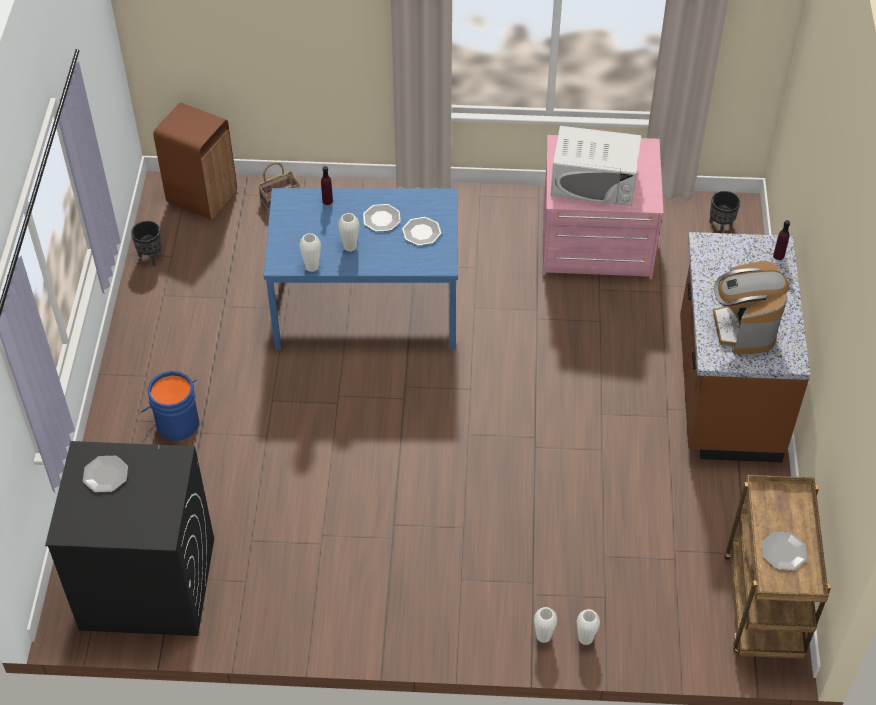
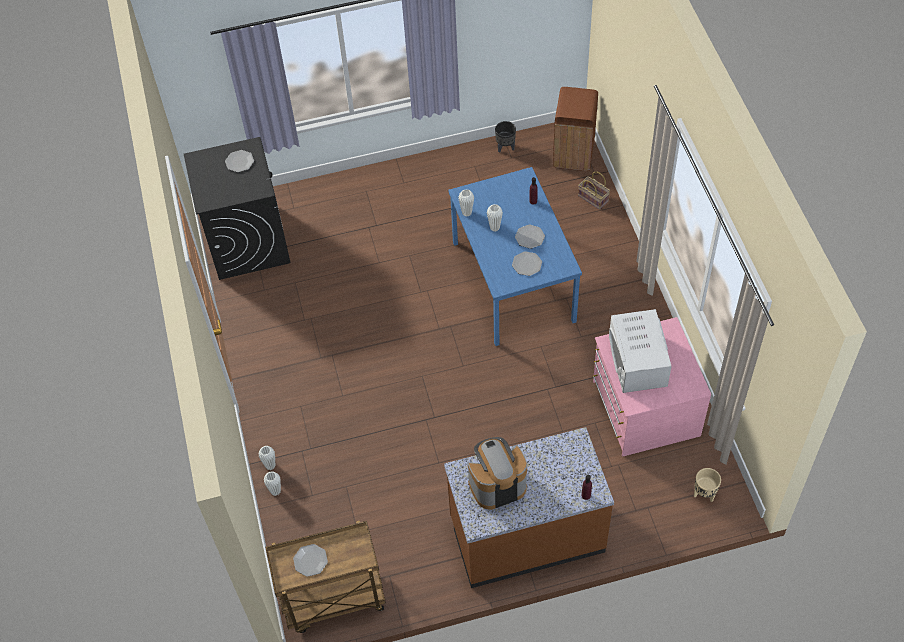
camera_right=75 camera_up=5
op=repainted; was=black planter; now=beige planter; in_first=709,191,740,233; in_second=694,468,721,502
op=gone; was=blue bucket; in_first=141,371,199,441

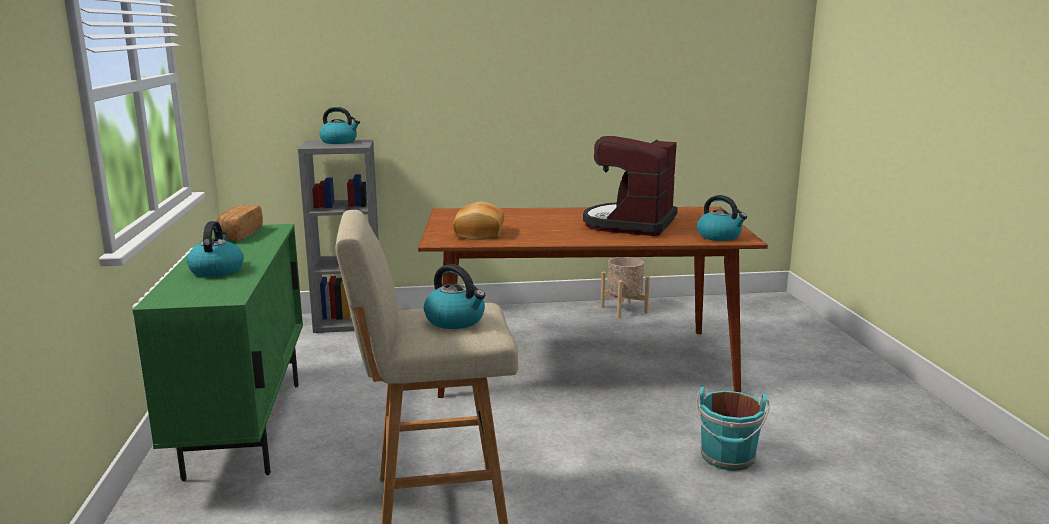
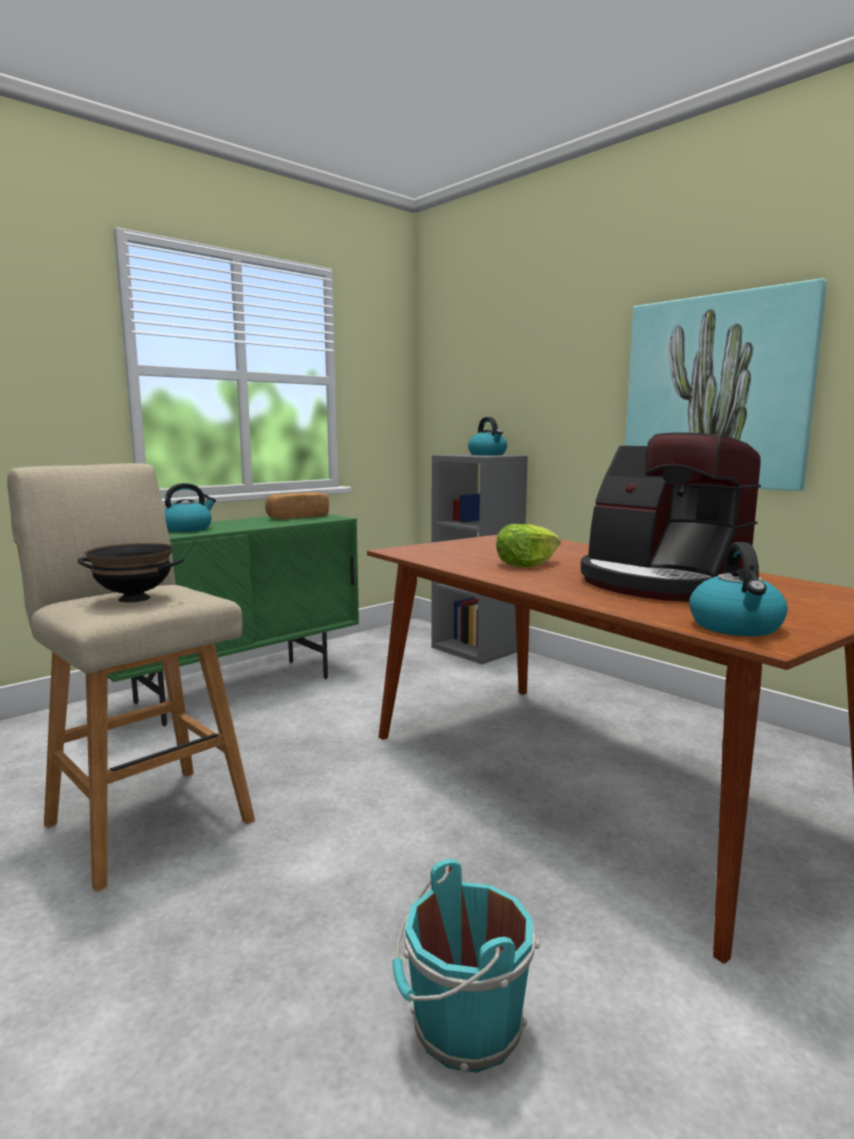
camera_right=55 camera_up=-5
op=rotated; was=coffee machine; in_first=583,136,678,236; in_second=580,432,761,602; clockwise=-120
op=gone; was=bread; in_first=453,202,504,240
op=gone; was=beige planter; in_first=601,257,650,318
op=swapped; was=kettle; now=black bowl; in_first=424,264,485,329; in_second=78,543,184,602
op=new; now=picture; in_second=625,278,827,491
op=new; now=lettuce; in_second=496,524,561,567

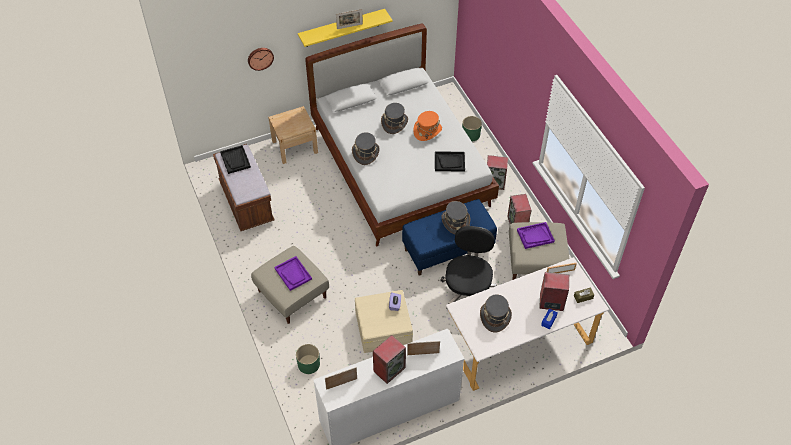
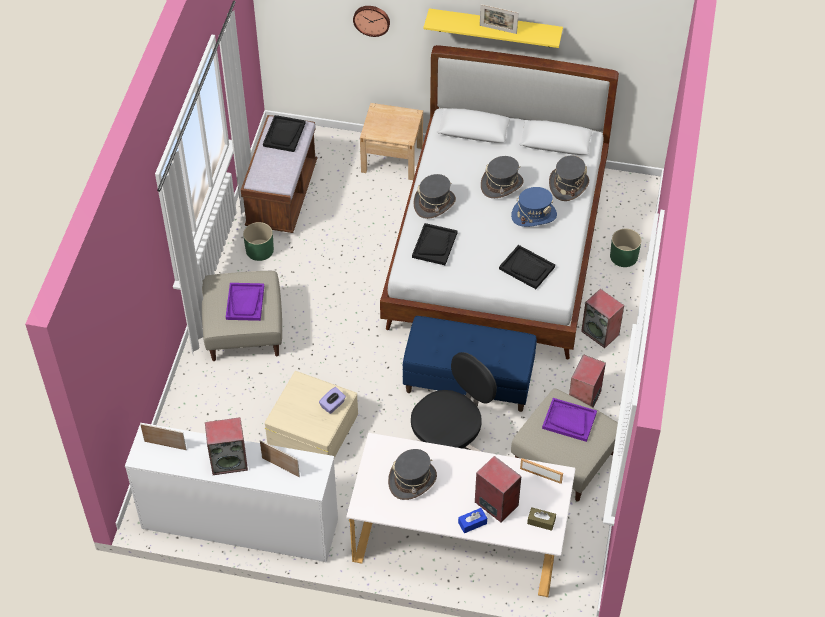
camera_right=35 camera_up=0
op=repainted; was=orange hat; now=blue hat; in_first=413,111,442,141; in_second=511,187,557,227
op=shifted; was=grey hat; in_first=441,201,470,234; in_second=549,155,589,201
op=shifted; was=green planter; in_first=296,344,320,374; in_second=243,222,274,261
op=new; now=black tray; in_second=412,223,457,265

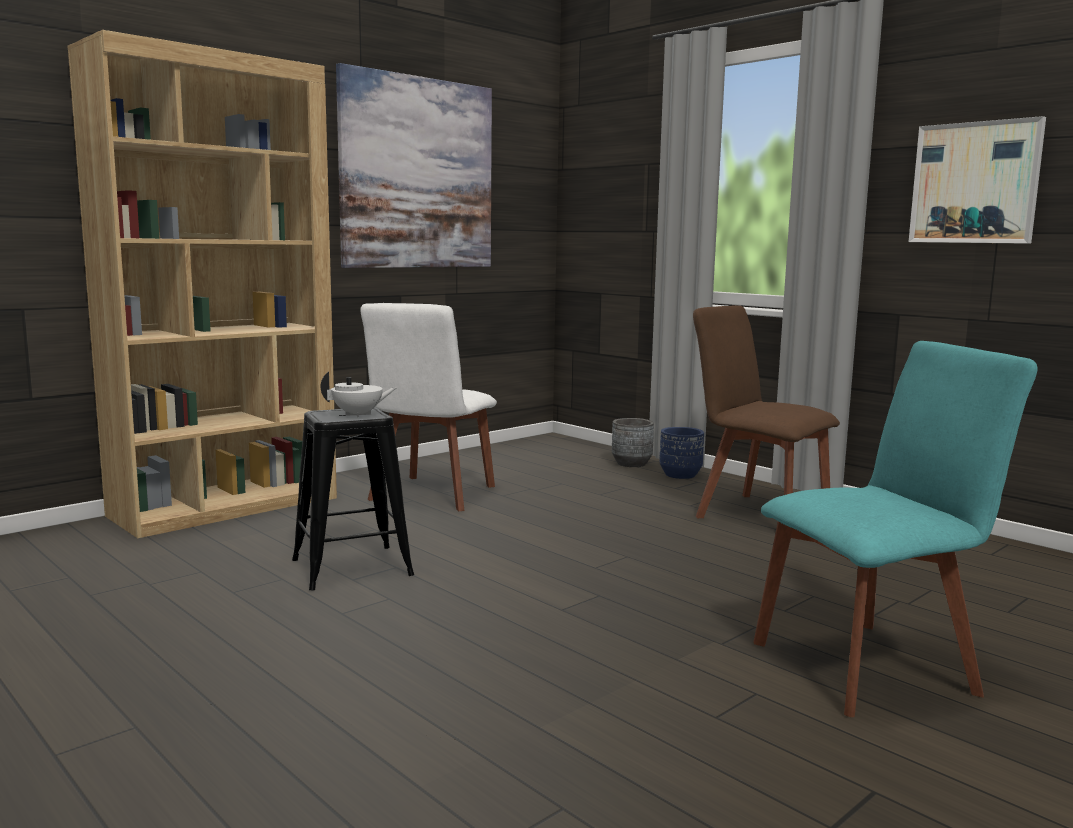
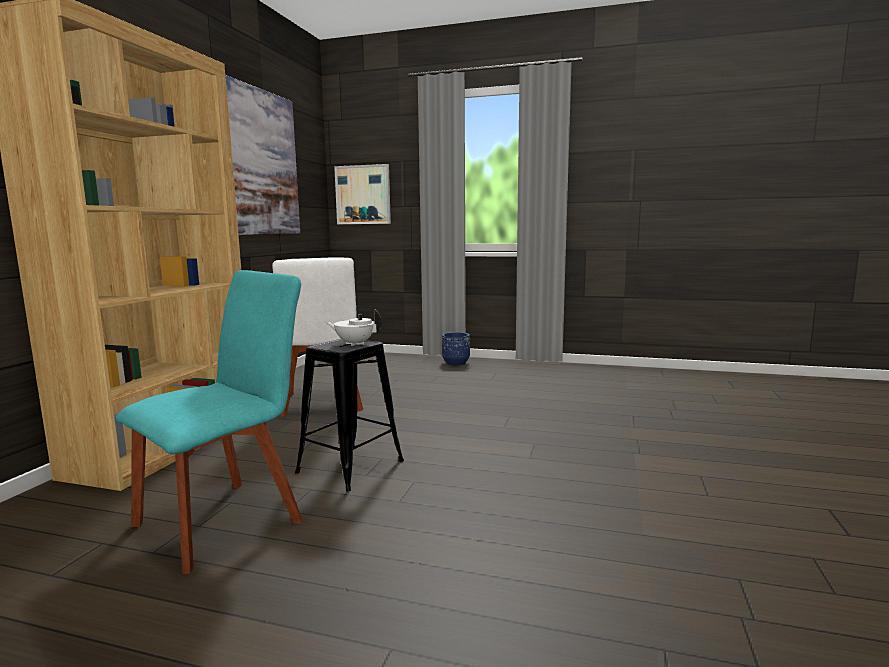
camera_right=-30 camera_up=0
op=shifted; was=picture; in_first=909,116,1046,244; in_second=334,164,391,224
op=gone; was=brown chair; in_first=693,305,840,518
op=shifted; was=turquoise chair; in_first=753,341,1038,717; in_second=116,270,303,574
op=rotated; was=white teapot; in_first=321,371,396,418; in_second=326,309,382,346; clockwise=-120
op=gone; was=grey planter; in_first=612,418,654,467

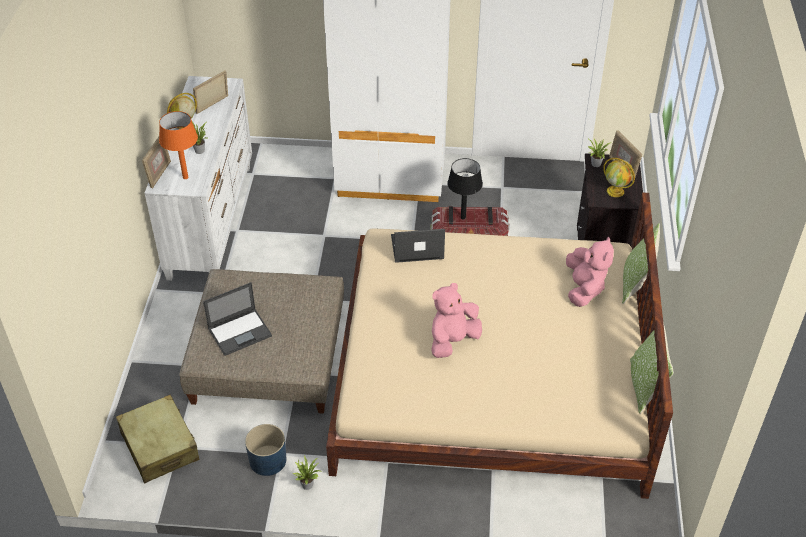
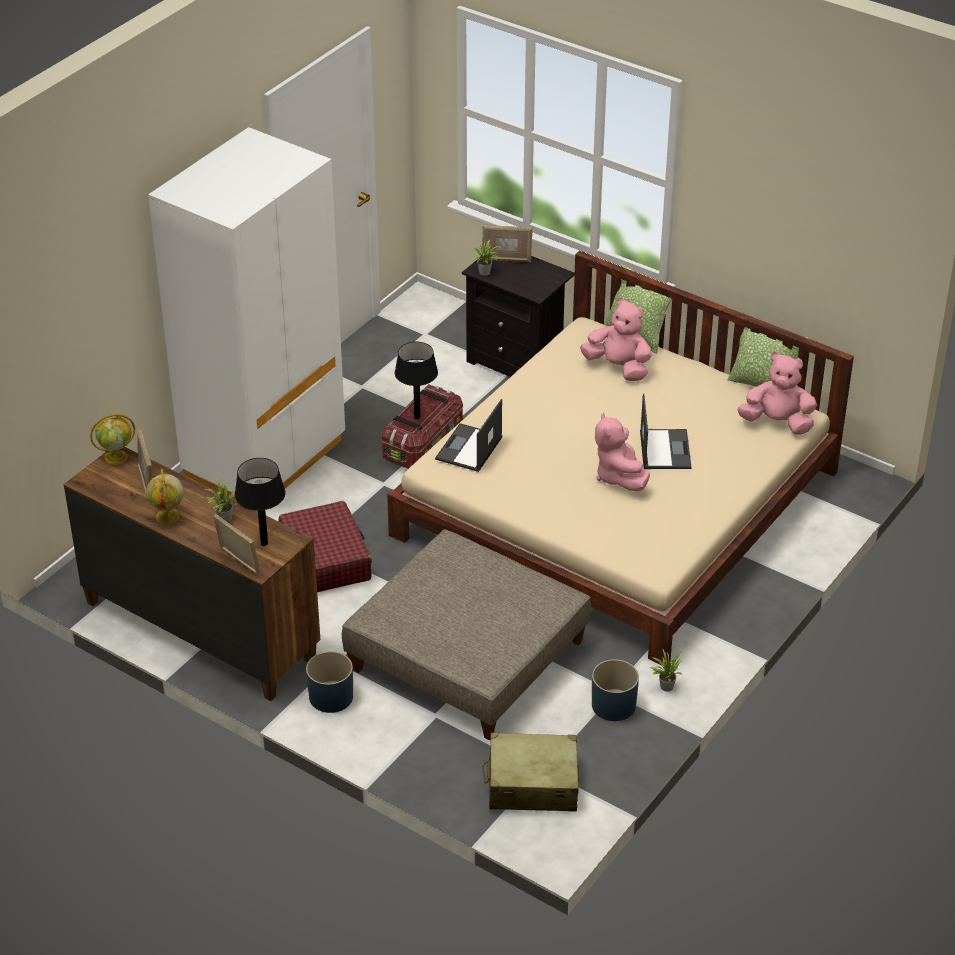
camera_right=-60 camera_up=-5
op=repainted; was=white dresser; now=brown dresser; in_first=144,76,252,281; in_second=64,447,320,701
op=repainted; was=orange table lamp; now=black table lamp; in_first=159,111,198,179; in_second=235,458,286,546
op=shifted; was=globe; in_first=603,158,635,197; in_second=90,413,135,465
op=shifted; was=laptop; in_first=203,282,272,356; in_second=640,394,691,469
op=new; now=pink plush toy; in_second=737,352,817,435
op=new; now=red suitcase; in_second=279,501,372,592
op=new; now=blue planter; in_second=306,651,353,713

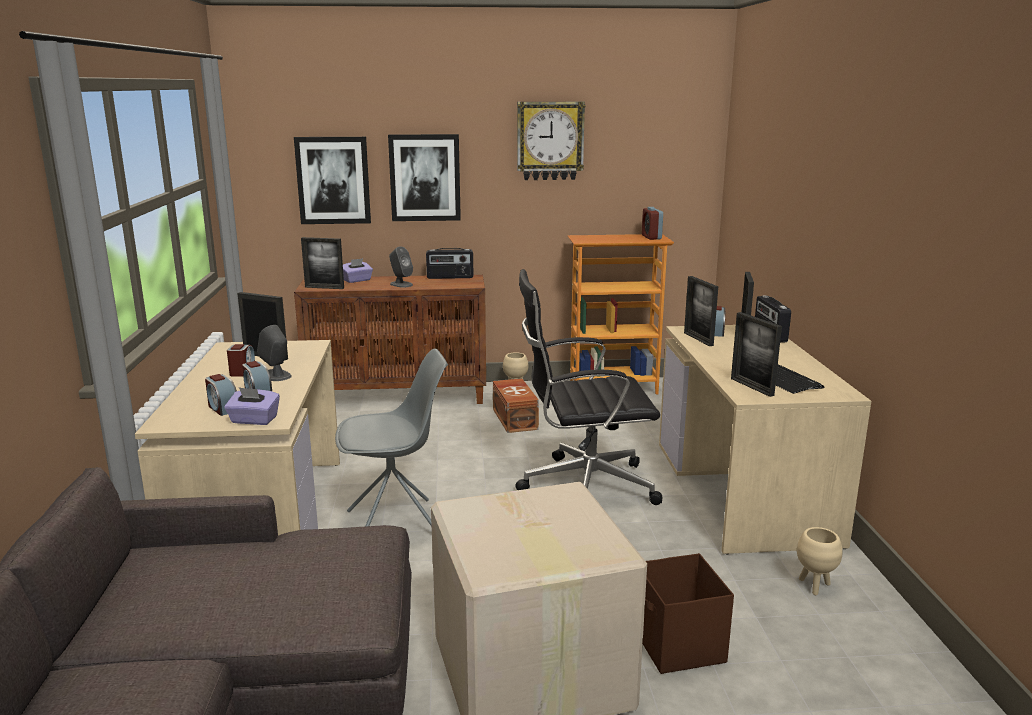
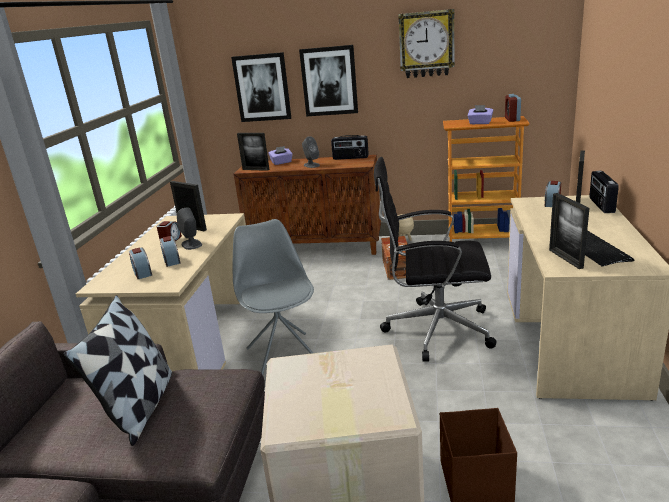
camera_right=15 camera_up=5
op=gone; was=picture frame; in_first=684,276,718,346
op=rotated; was=grey chair; in_first=335,349,448,527; in_second=233,219,314,375; clockwise=-105
op=shifted; was=purple tissue box; in_first=224,387,280,425; in_second=467,105,493,124
op=gone; was=beige planter; in_first=797,527,842,595
op=new; now=pillow; in_second=64,295,172,446

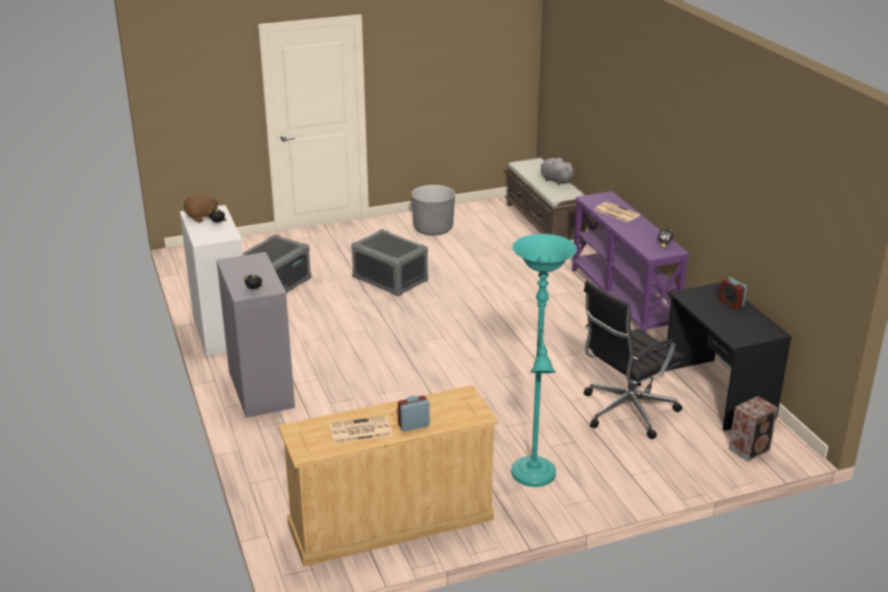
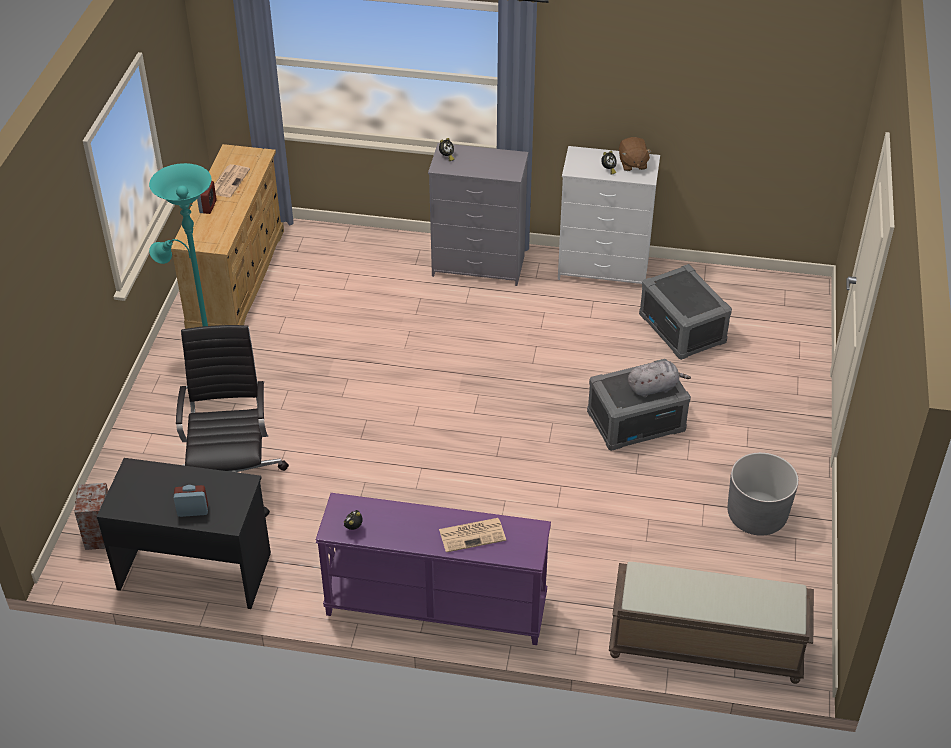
camera_right=120 camera_up=15
op=shifted; was=grey plush toy; in_first=540,158,576,185; in_second=628,361,691,398

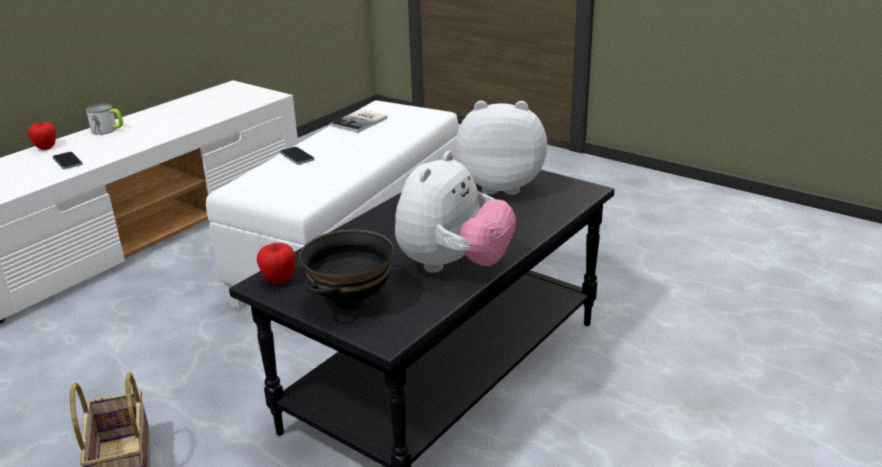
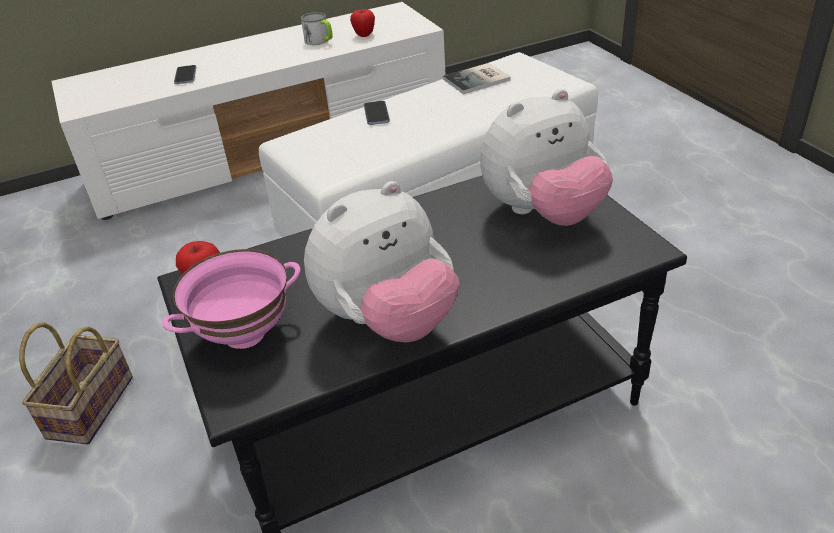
camera_right=30 camera_up=10
op=rotated; was=plush toy; in_first=456,100,547,195; in_second=480,89,613,226; clockwise=120
op=shifted; was=mug; in_first=86,104,123,135; in_second=301,12,333,45
op=shifted; was=apple; in_first=28,122,56,150; in_second=350,9,375,37
op=repainted; was=black bowl; now=pink bowl; in_first=300,230,394,310; in_second=162,249,301,349

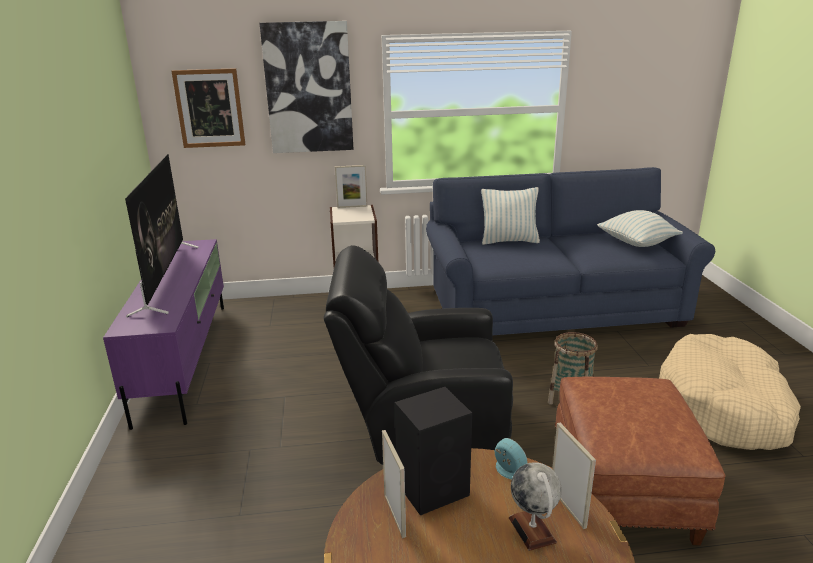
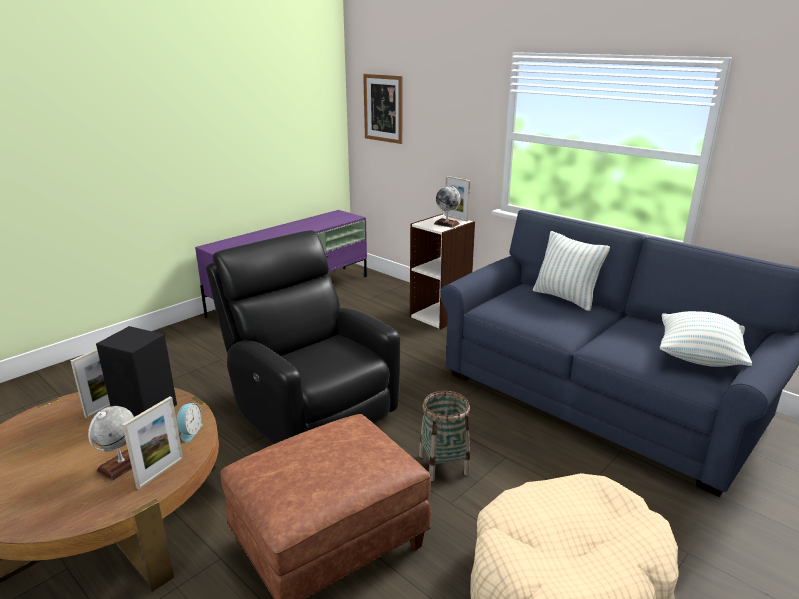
camera_right=50 camera_up=0
op=gone; was=picture; in_first=259,21,354,153
op=gone; was=television; in_first=125,154,198,317
op=new; now=globe; in_second=434,186,460,228

